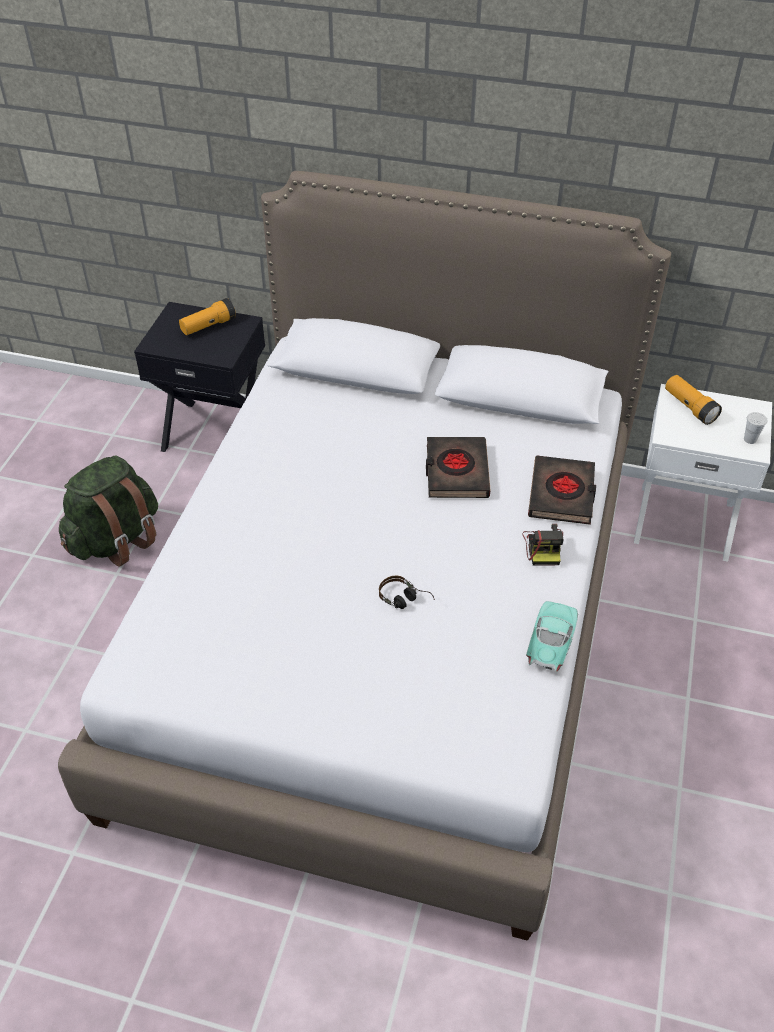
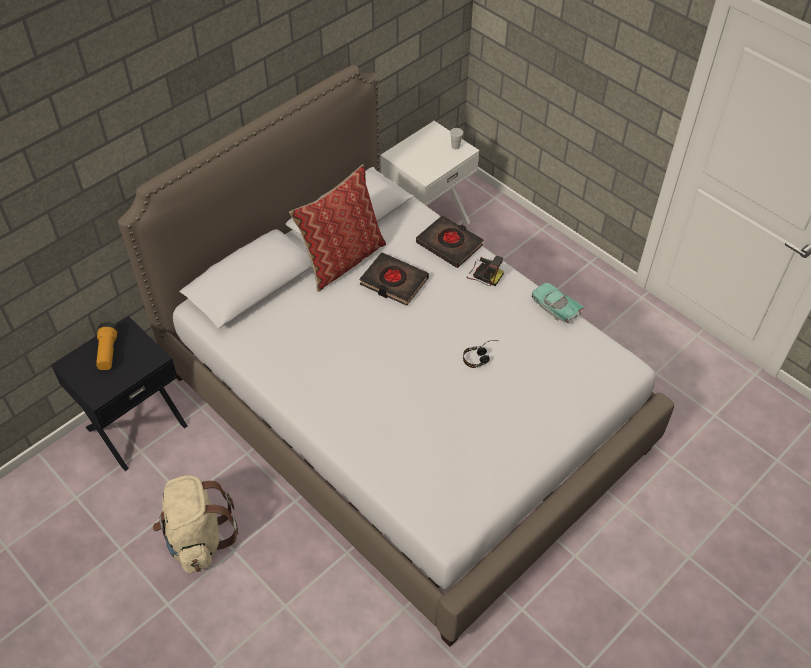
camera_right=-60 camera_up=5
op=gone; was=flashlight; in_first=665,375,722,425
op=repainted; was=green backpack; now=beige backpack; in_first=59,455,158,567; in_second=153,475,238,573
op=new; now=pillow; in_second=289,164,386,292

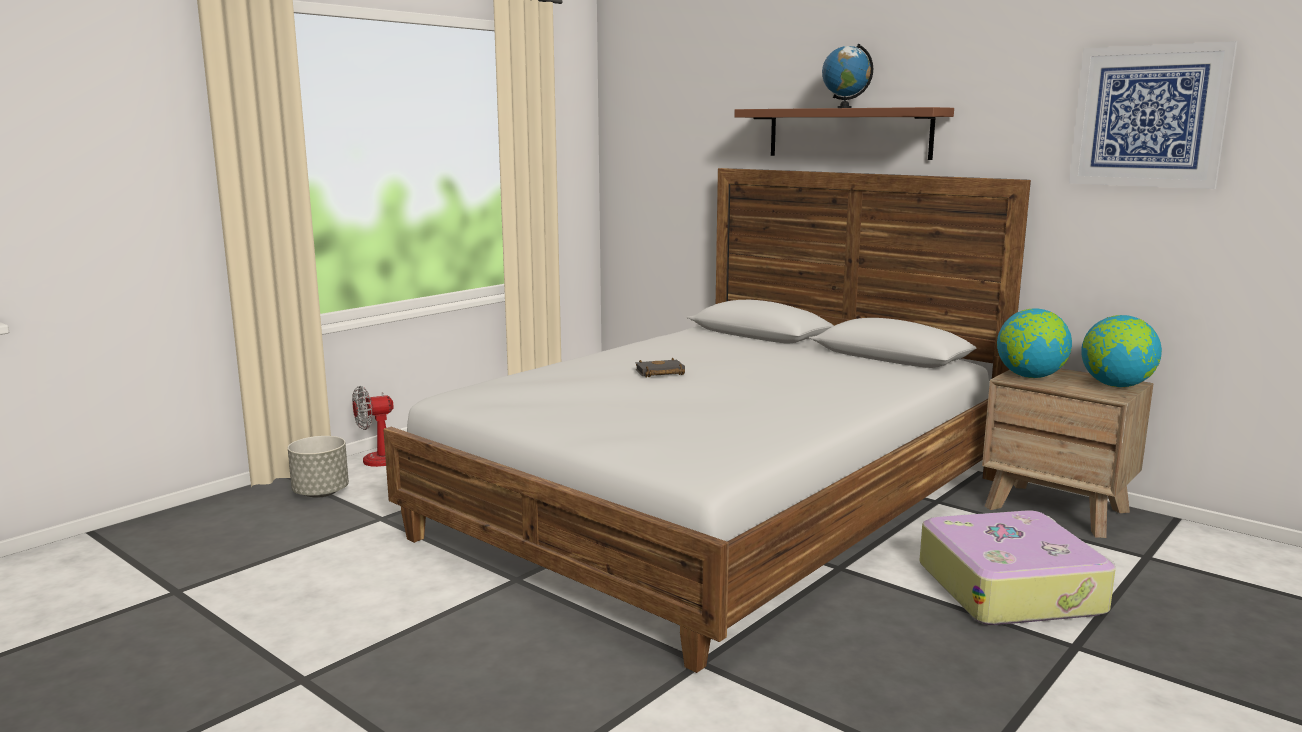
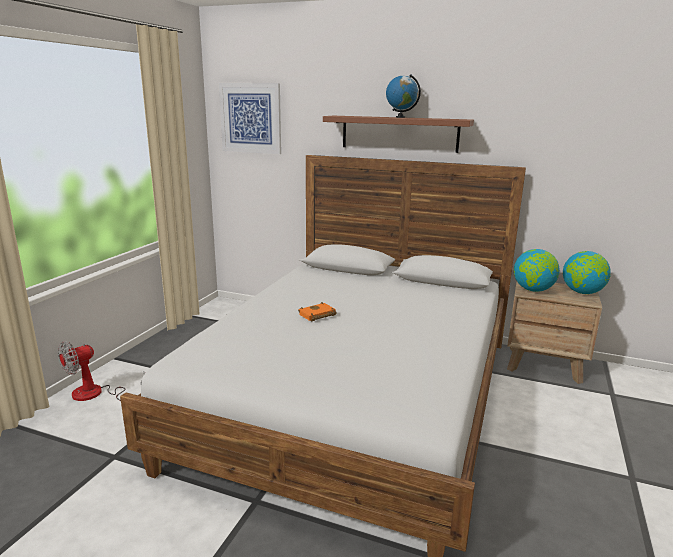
camera_right=-20 camera_up=5
op=shifted; was=picture; in_first=1069,41,1237,189; in_second=219,83,281,154
op=repainted; was=black book; now=orange book; in_first=635,358,685,377; in_second=298,302,337,321
op=gone; was=grey planter; in_first=288,436,349,498
op=gone; was=suitcase; in_first=919,510,1116,625

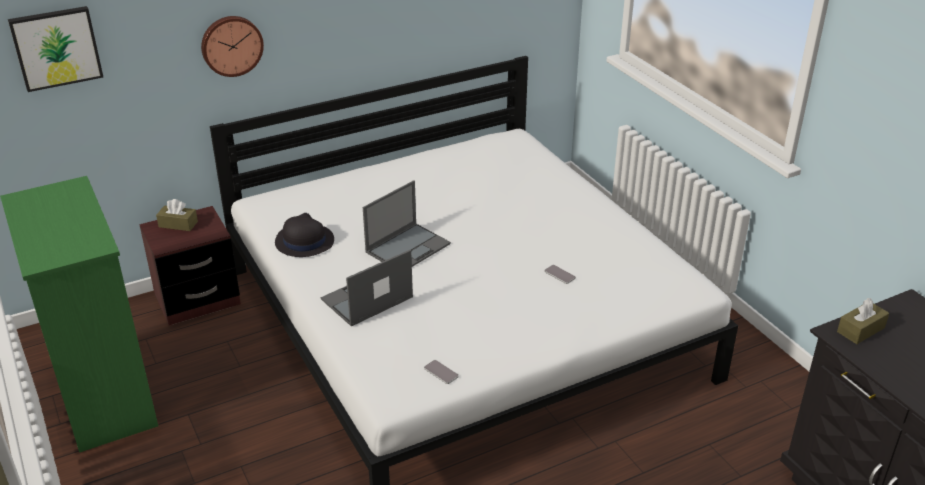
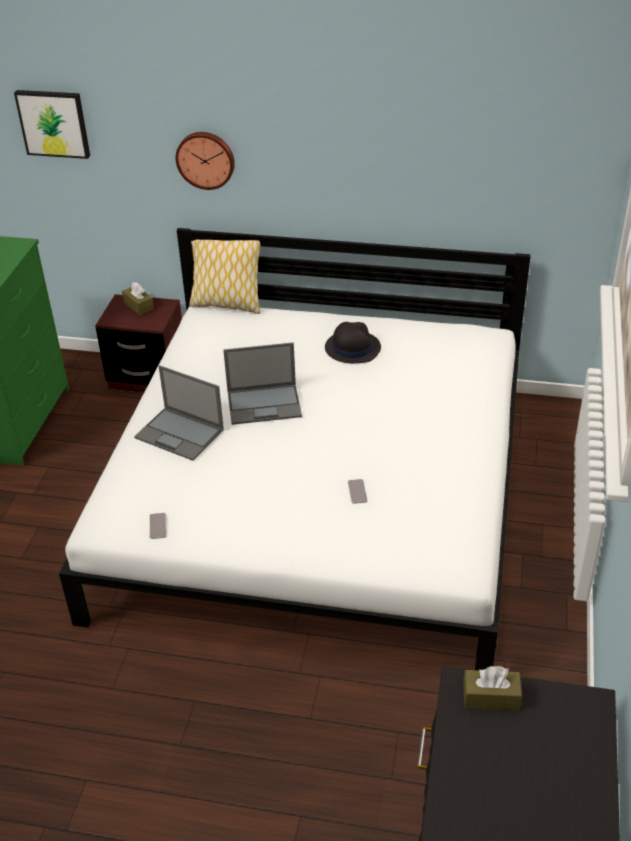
camera_right=40 camera_up=5
op=shifted; was=black hat; in_first=275,213,334,257; in_second=325,322,381,363
op=rotated; was=laptop; in_first=321,250,413,326; in_second=134,365,224,461; clockwise=-150
op=new; now=pillow; in_second=189,240,261,314

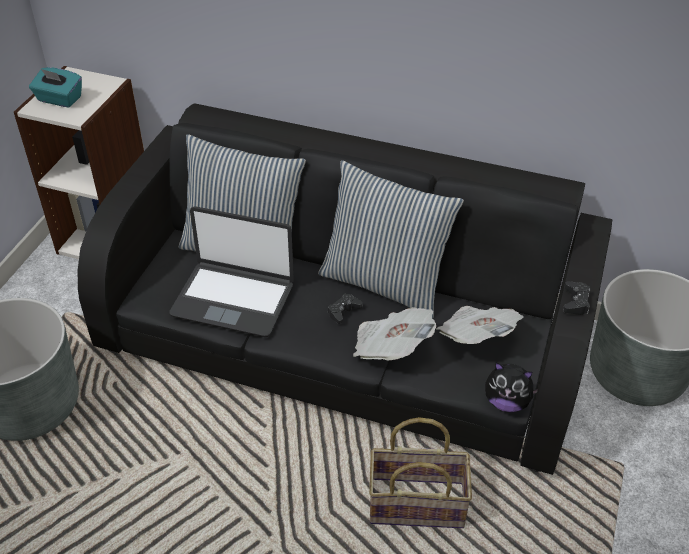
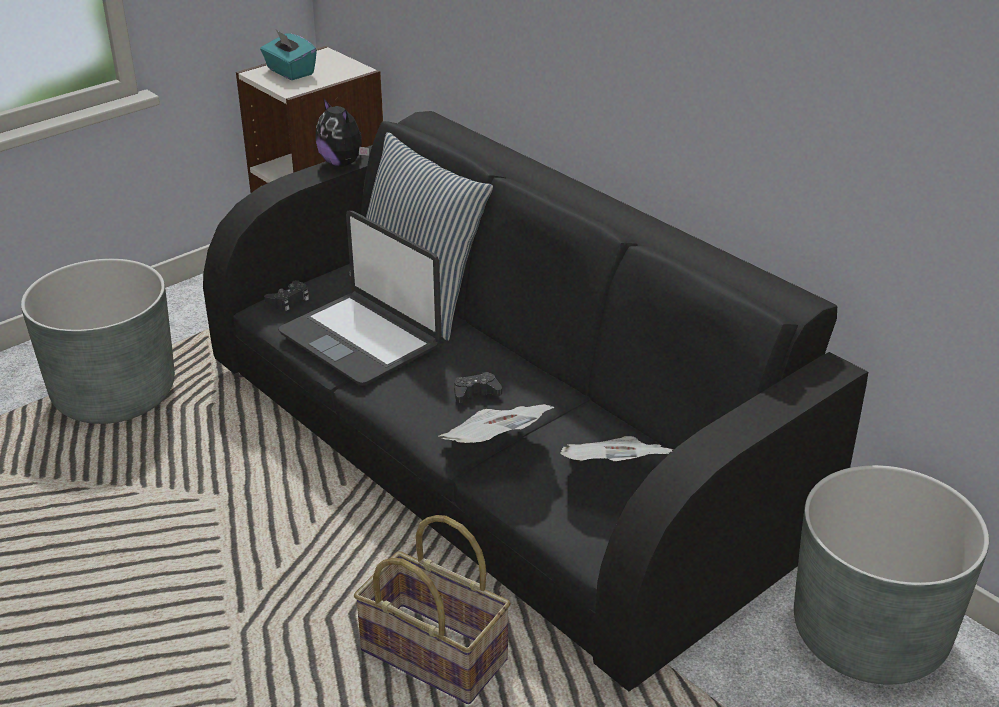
camera_right=30 camera_up=-10
op=gone; was=pillow; in_first=318,160,464,319
op=shifted; was=black game controller; in_first=563,281,590,315; in_second=264,280,309,311
op=shifted; was=plush toy; in_first=485,362,538,412; in_second=315,98,369,167

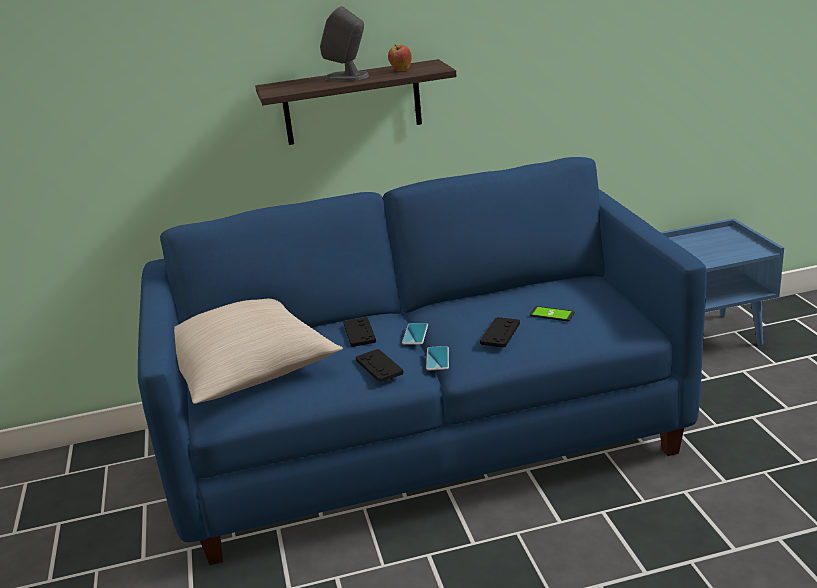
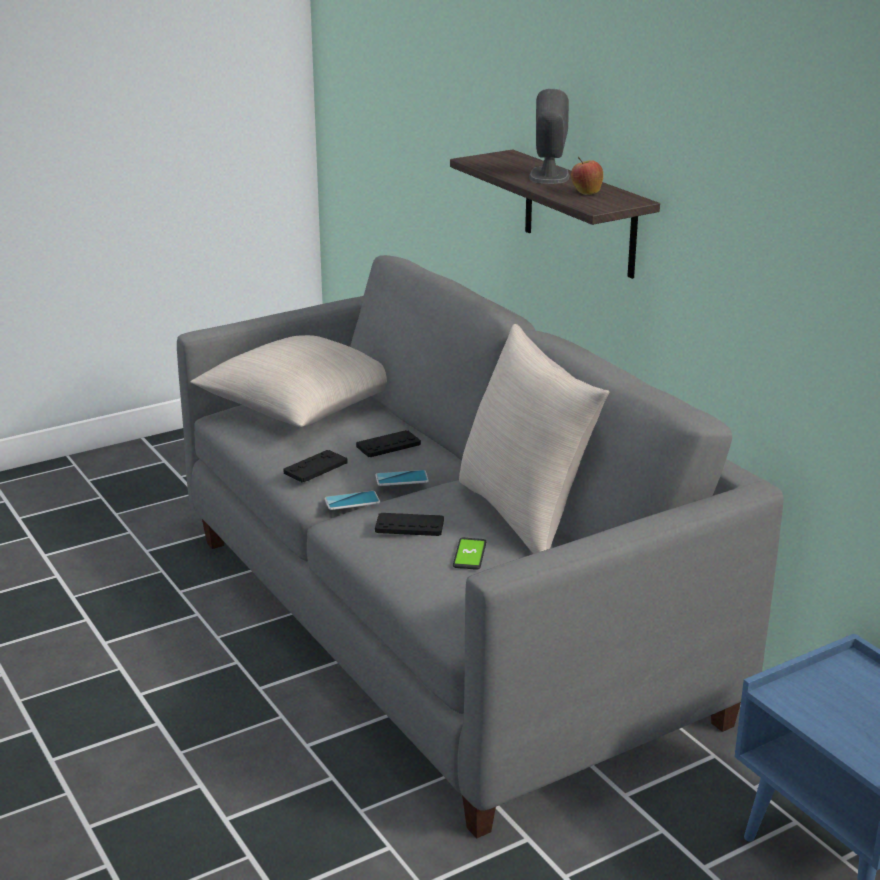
camera_right=70 camera_up=0
op=repainted; was=blue sofa; now=grey sofa; in_first=138,157,707,565; in_second=177,255,784,838
op=new; now=beige pillow; in_second=459,324,609,554

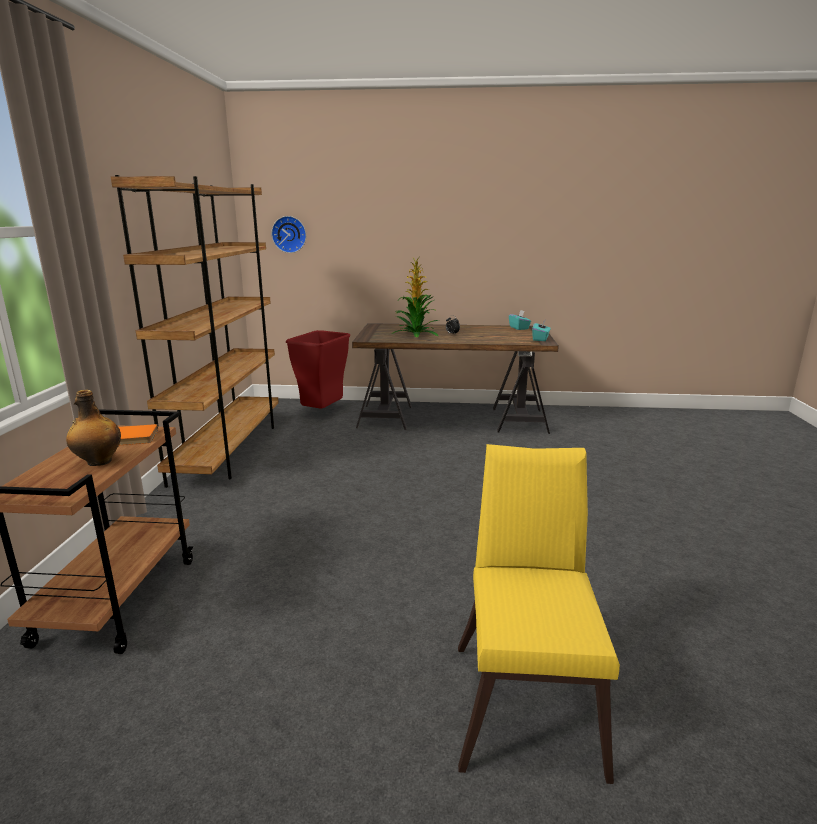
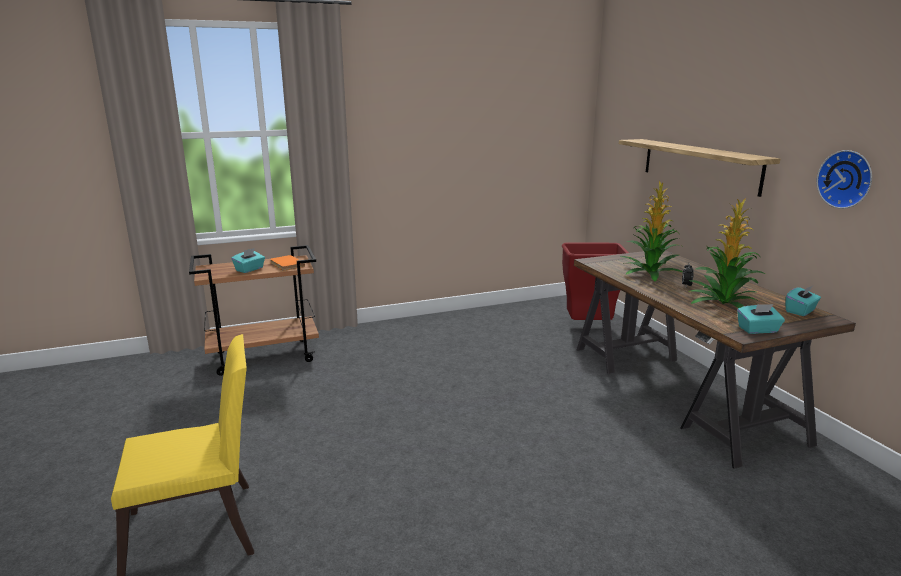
camera_right=65 camera_up=0
op=gone; was=brown bookcase; in_first=111,175,279,488
op=shifted; was=wall clock; in_first=271,216,306,253; in_second=817,150,872,209
op=swapped; was=bottle; now=turquoise tissue box; in_first=66,390,121,466; in_second=232,248,265,273
op=new; now=shelf; in_second=619,139,780,197
op=new; now=potted plant; in_second=688,198,765,308

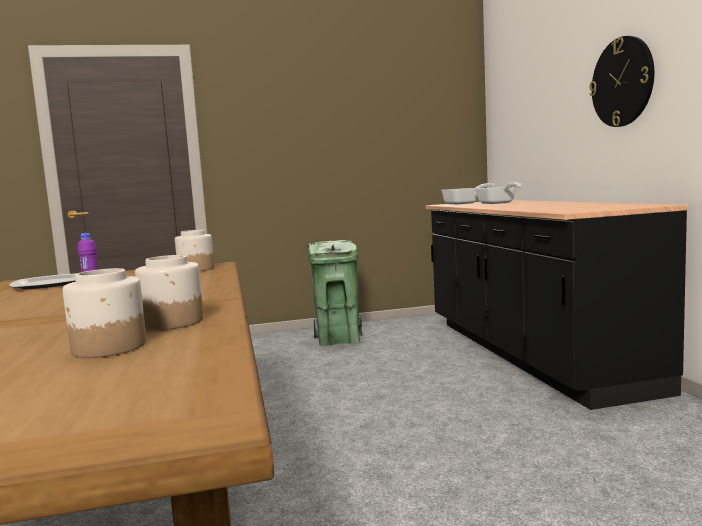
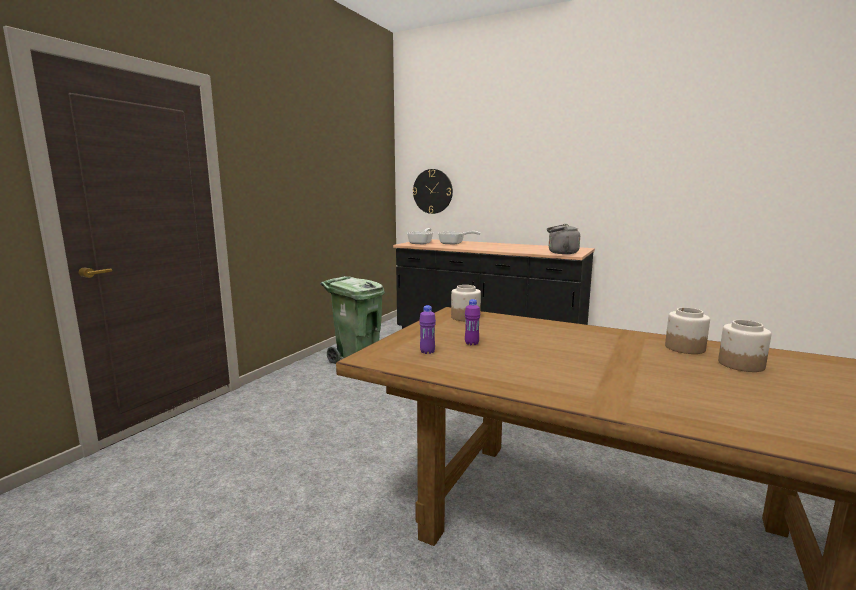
camera_right=-50 camera_up=5
op=shifted; was=wall clock; in_first=590,36,654,127; in_second=413,169,453,214
op=swapped; was=plate; now=purple bottle; in_first=9,273,77,290; in_second=419,305,436,354
op=new; now=grey kettle; in_second=547,224,580,254

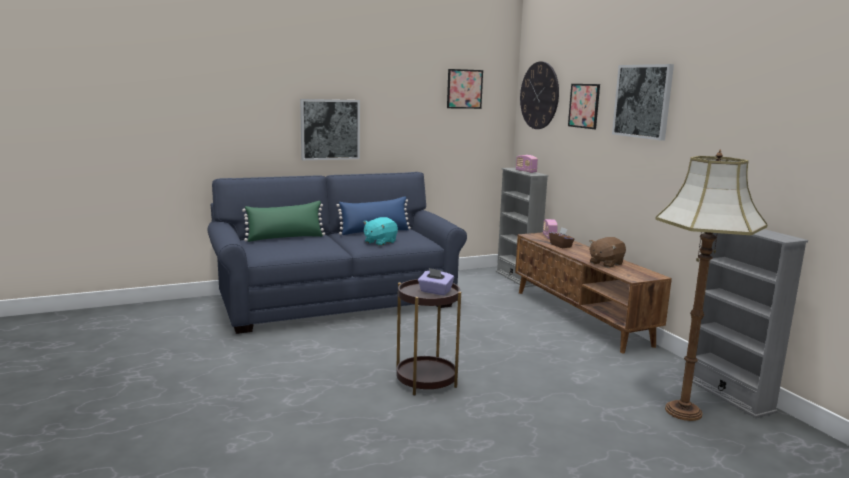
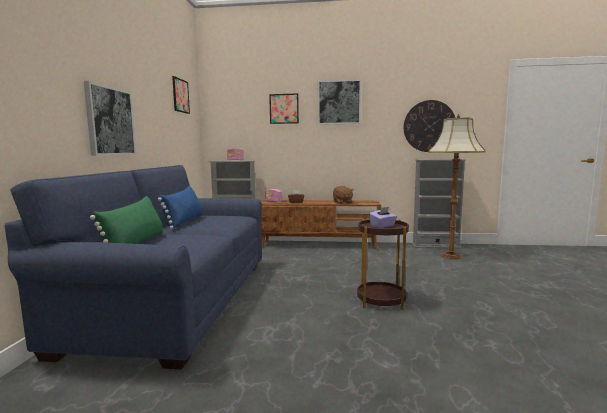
camera_right=-60 camera_up=-5
op=shifted; was=wall clock; in_first=520,61,559,129; in_second=404,100,455,152
op=gone; was=turquoise plush toy; in_first=363,217,398,246

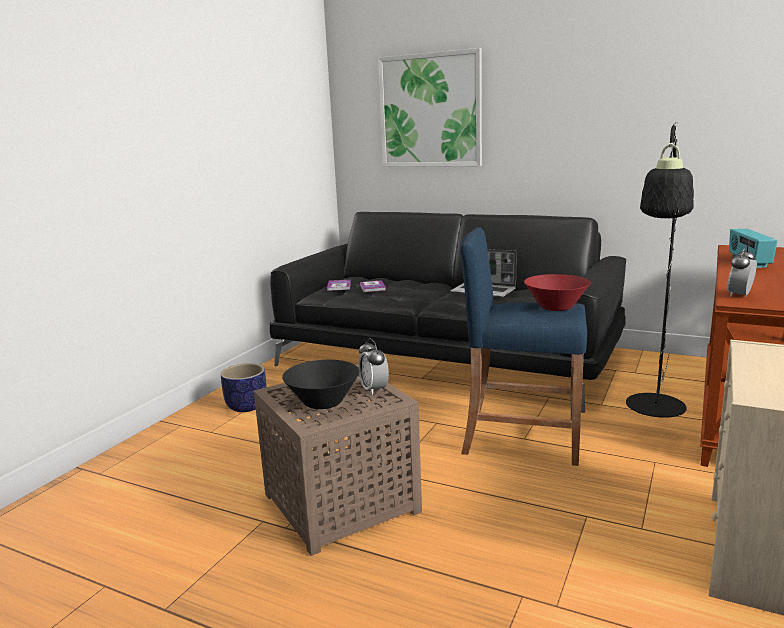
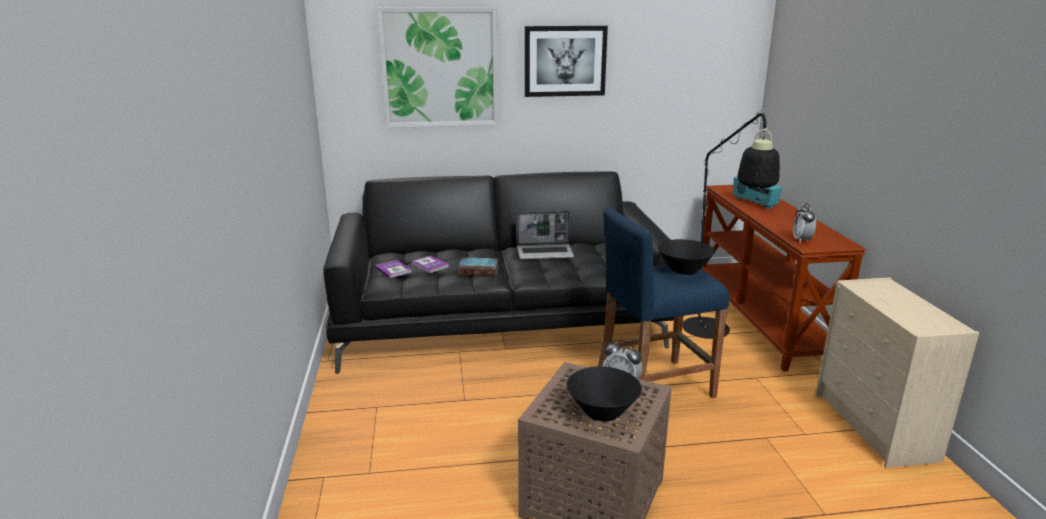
camera_right=-35 camera_up=5
op=repainted; was=red bowl; now=black bowl; in_first=524,274,591,311; in_second=658,239,715,275
op=gone; was=planter; in_first=221,363,267,412
op=new; now=picture; in_second=525,26,608,97
op=new; now=book; in_second=458,257,499,276

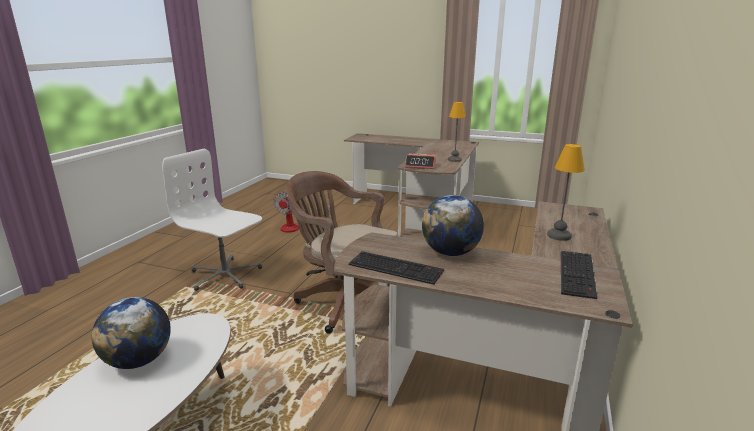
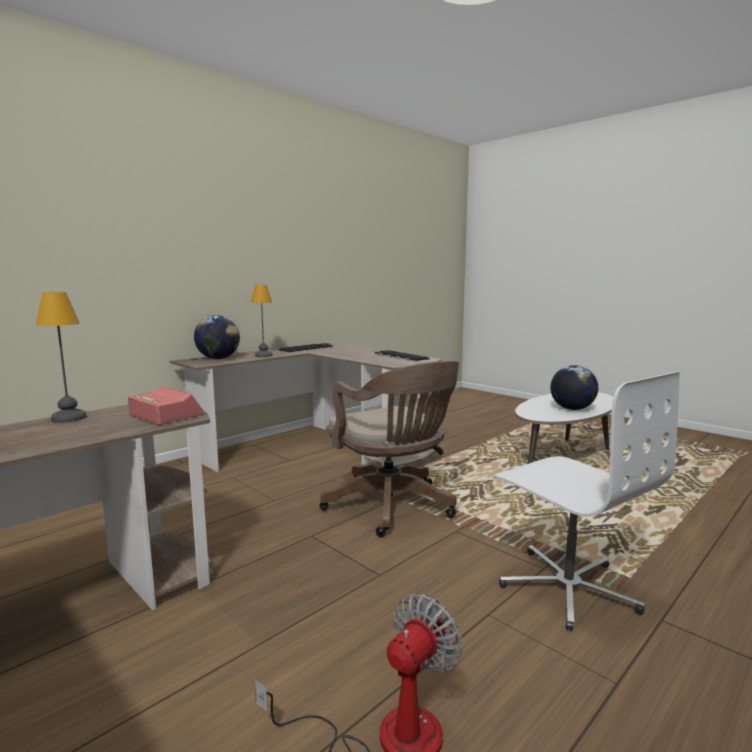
camera_right=-155 camera_up=-10
op=shifted; was=globe; in_first=422,195,484,256; in_second=194,315,240,359

